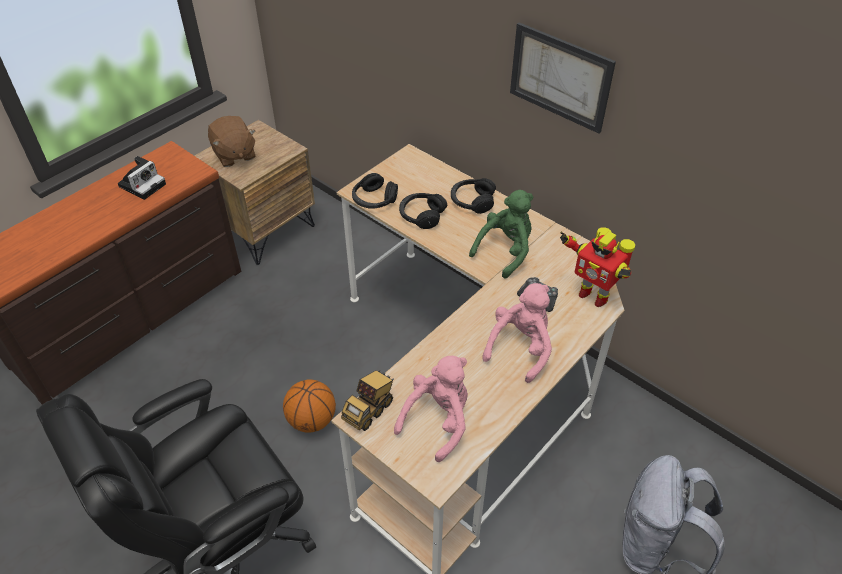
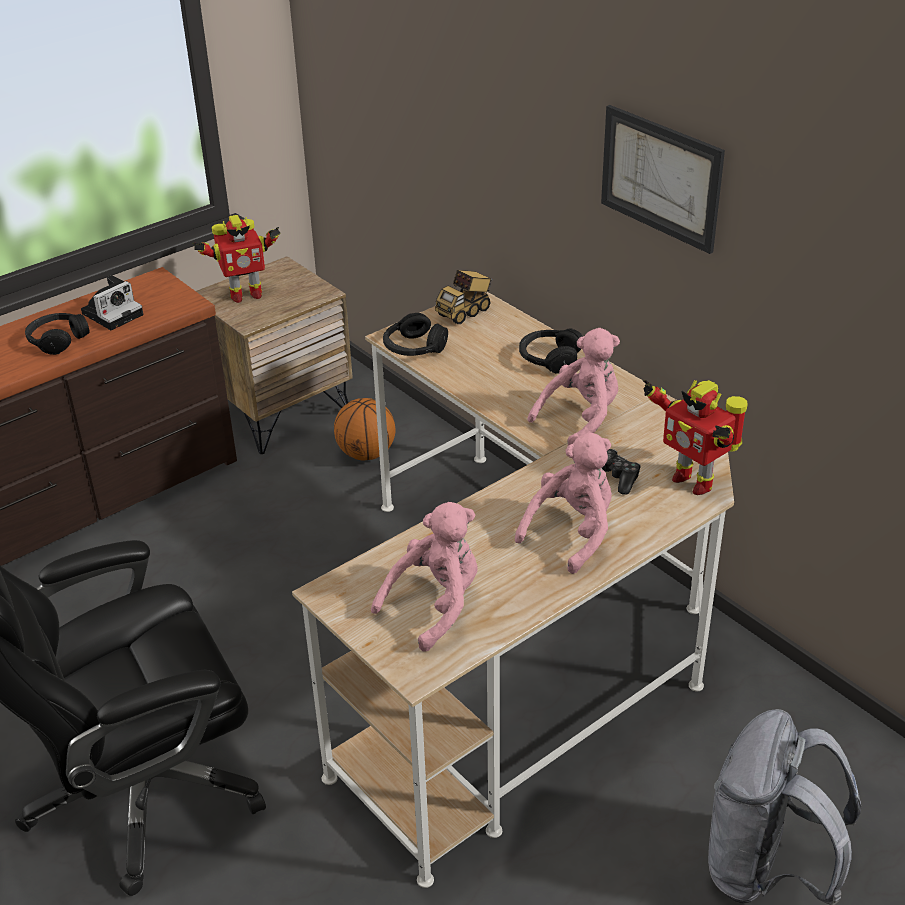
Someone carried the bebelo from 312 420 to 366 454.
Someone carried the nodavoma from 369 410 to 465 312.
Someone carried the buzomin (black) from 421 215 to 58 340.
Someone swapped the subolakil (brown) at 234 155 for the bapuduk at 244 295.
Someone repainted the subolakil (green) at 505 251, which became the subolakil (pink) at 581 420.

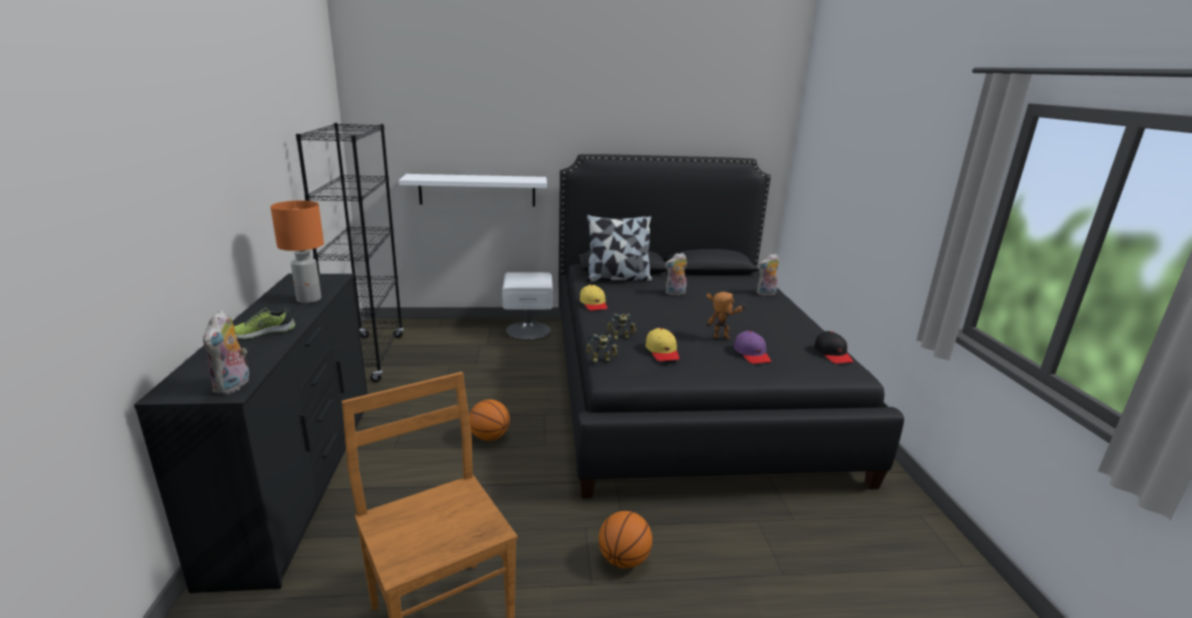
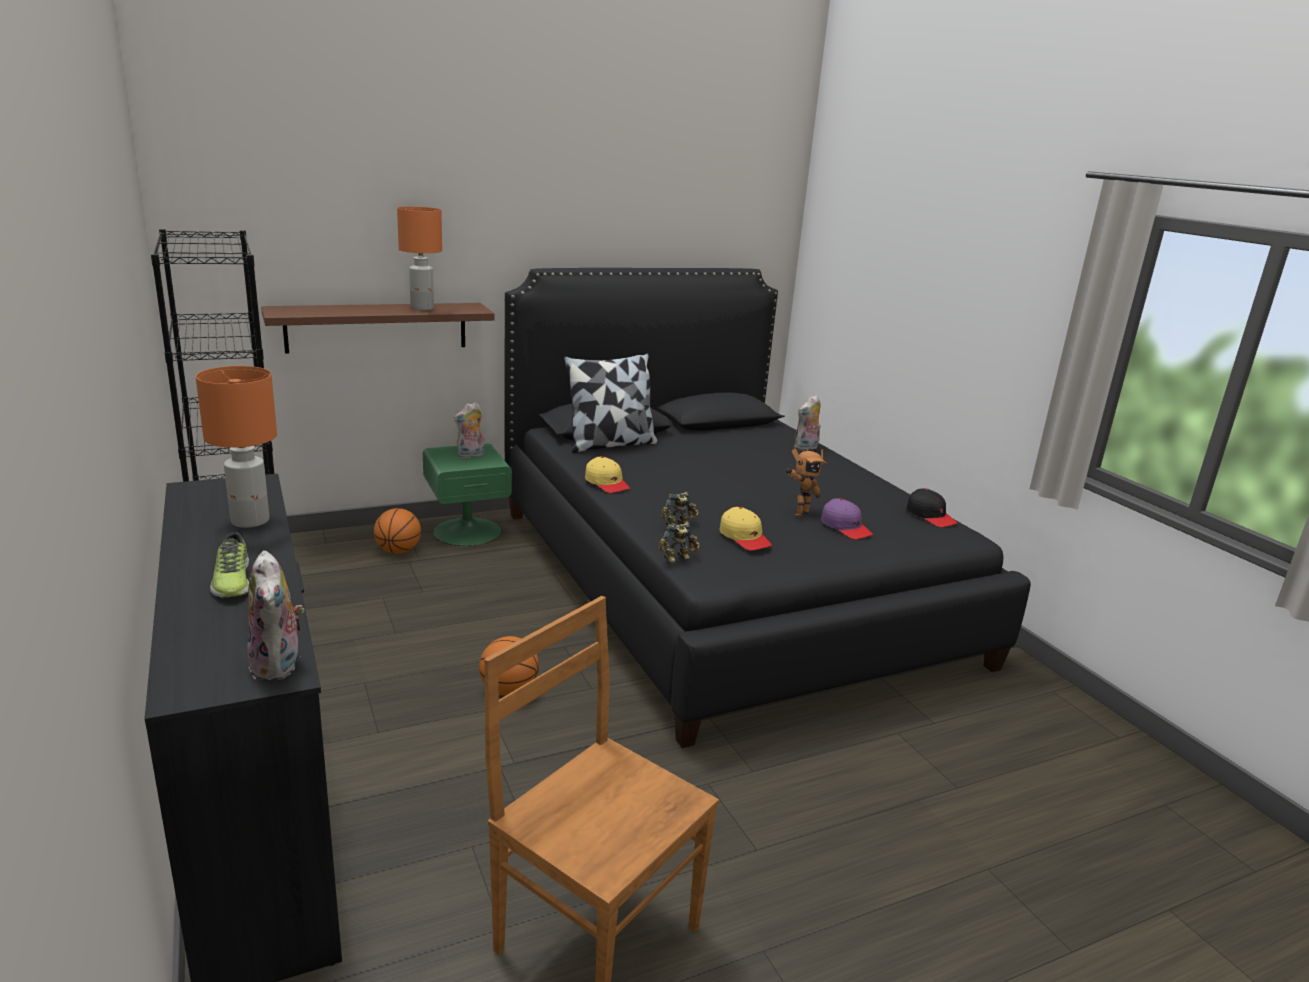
Someone put down the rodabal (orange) at 423 308.
Someone carried the bebelo from 623 559 to 398 551.
Someone carried the subolakil from 675 293 to 471 455.
Someone repainted the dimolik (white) at 477 190, which became the dimolik (brown) at 377 327.
Someone repainted the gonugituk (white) at 528 330, which became the gonugituk (green) at 467 531.
Someone rotated the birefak at 262 332 by 60 degrees counterclockwise.
Someone rotated the bapuduk at 722 339 by 150 degrees clockwise.

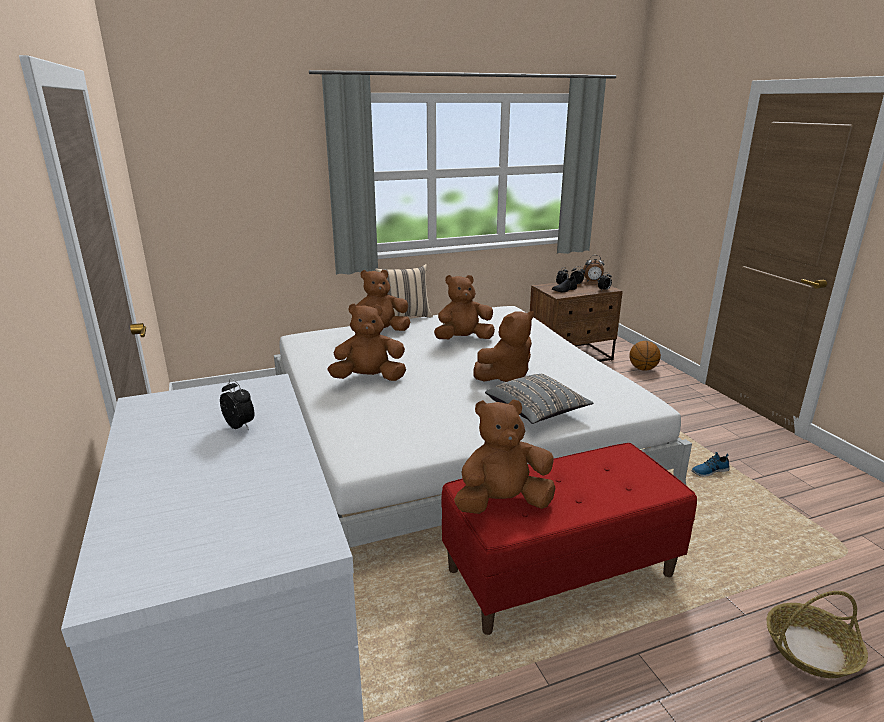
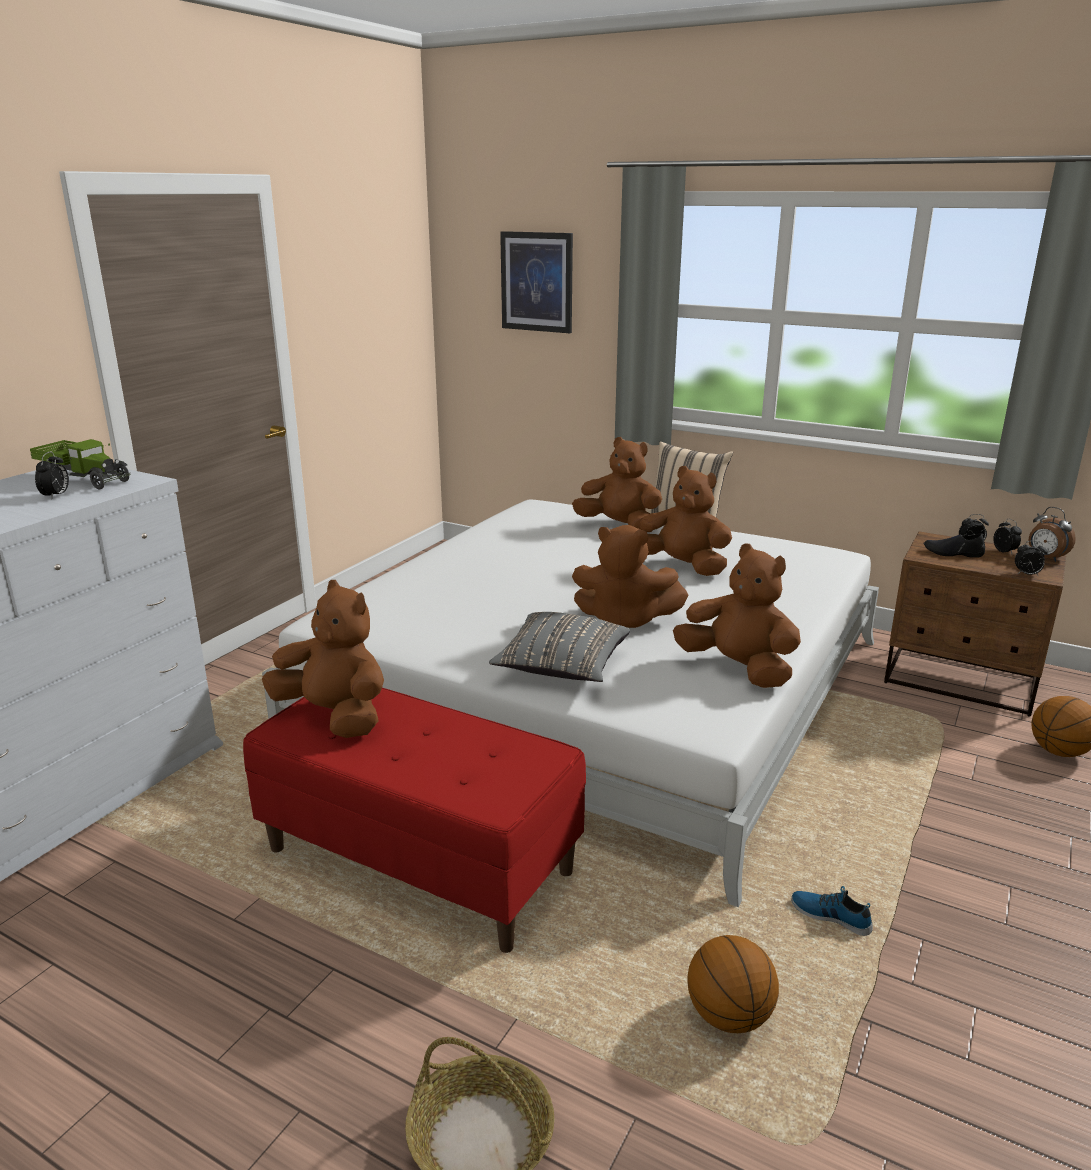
Someone put down the nodavoma at 85 479.
Someone put up the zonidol at 537 282.
Someone put down the bebelo at 729 1016.
Someone carried the subolakil (brown) from 369 378 to 738 669.

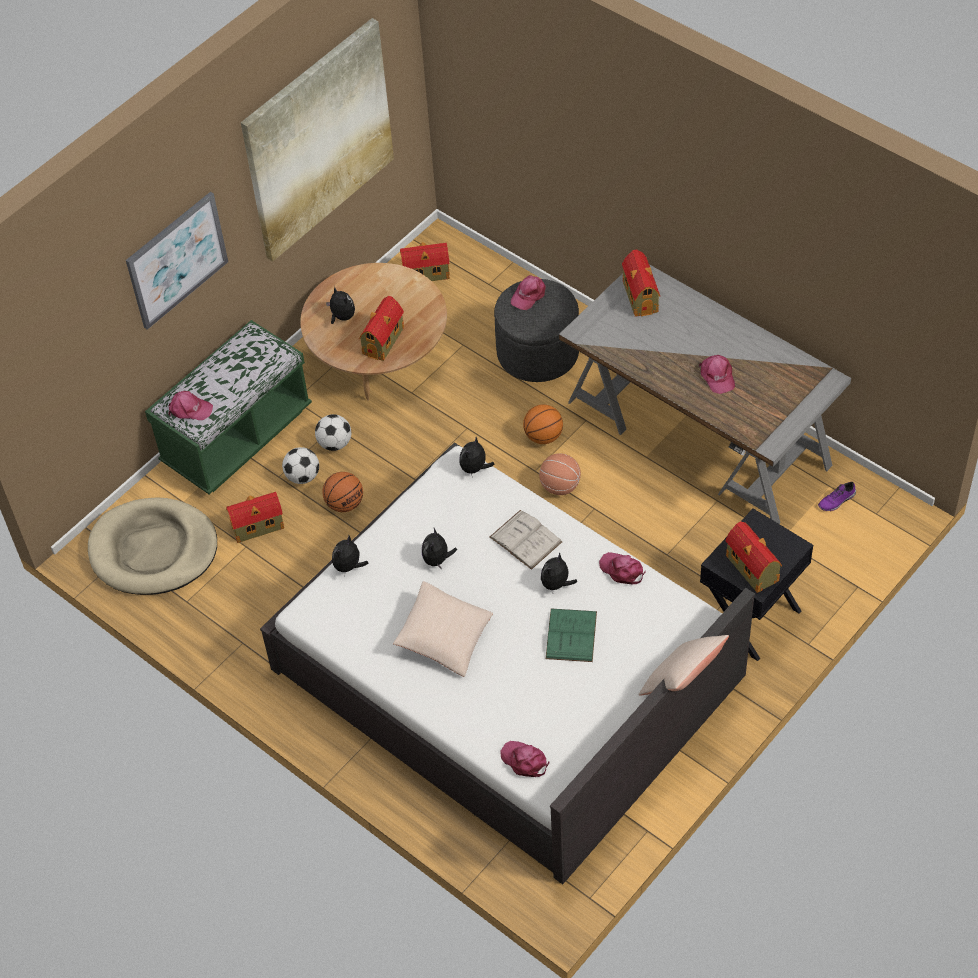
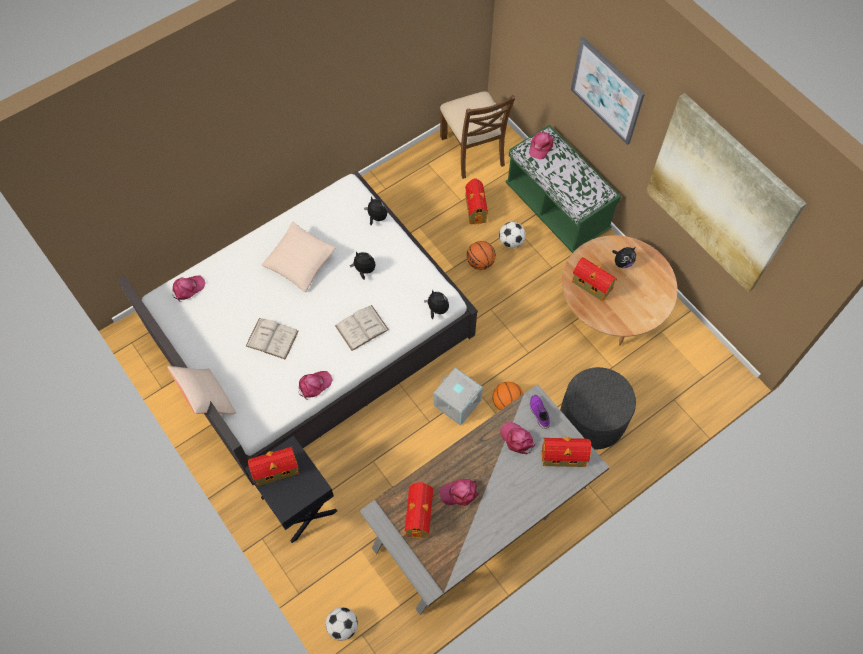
Someone took away the subolakil at 556 584.
Someone carried the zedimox from 334 443 to 342 626.
Someone carried the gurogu from 425 274 to 419 514.
Someone carried the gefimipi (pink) from 529 295 to 517 439.
Someone carried the birefak (purple) from 837 501 to 538 413.
Someone swapped the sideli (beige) at 153 550 for the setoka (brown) at 473 151.
Someone swapped the bebelo at 560 486 for the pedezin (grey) at 456 403.
Someone repainted the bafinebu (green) at 571 635, which became the bafinebu (white) at 272 338.

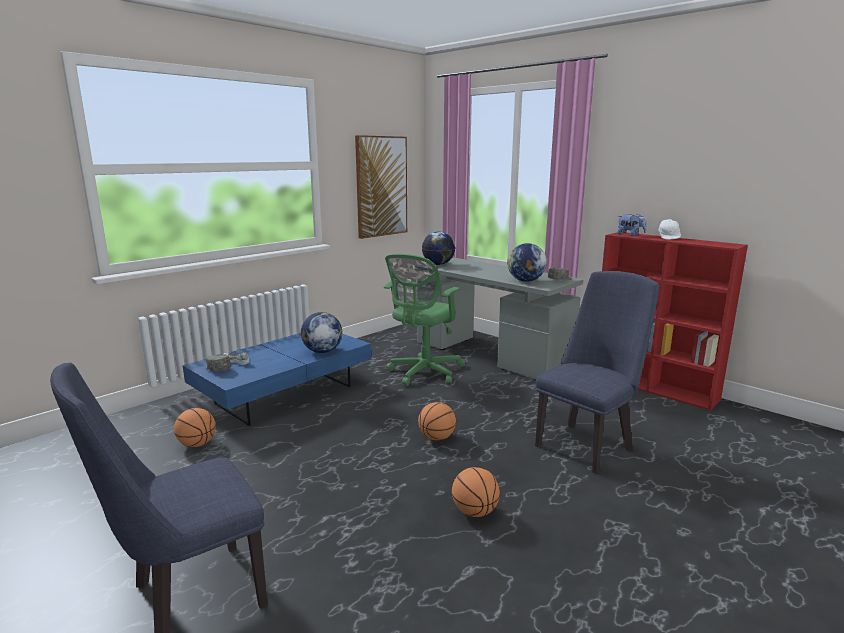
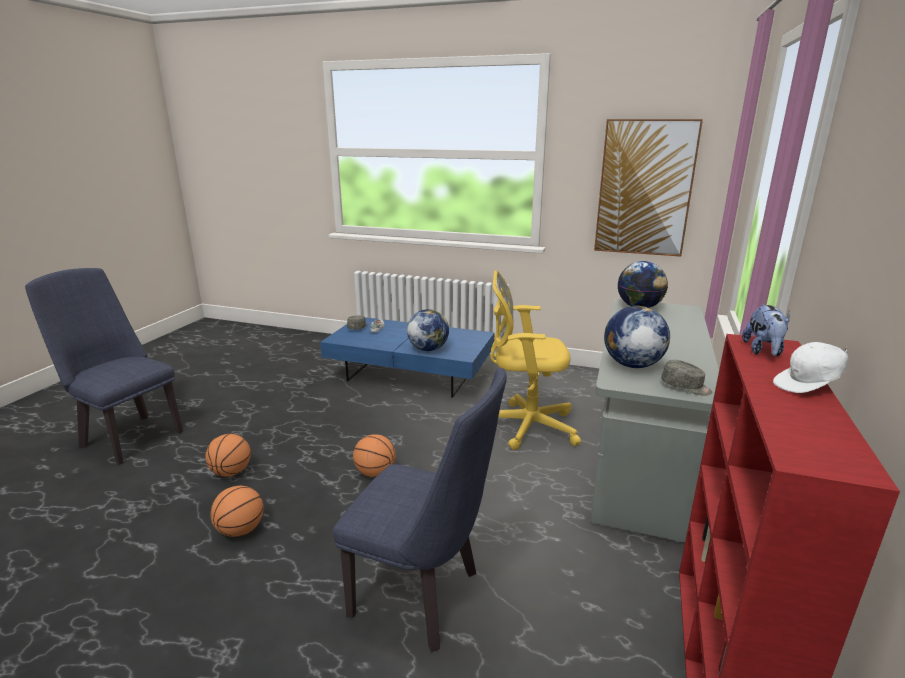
Someone carried the bebelo from 197 444 to 231 472.
Someone repainted the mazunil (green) at 423 373, which became the mazunil (yellow) at 525 426.

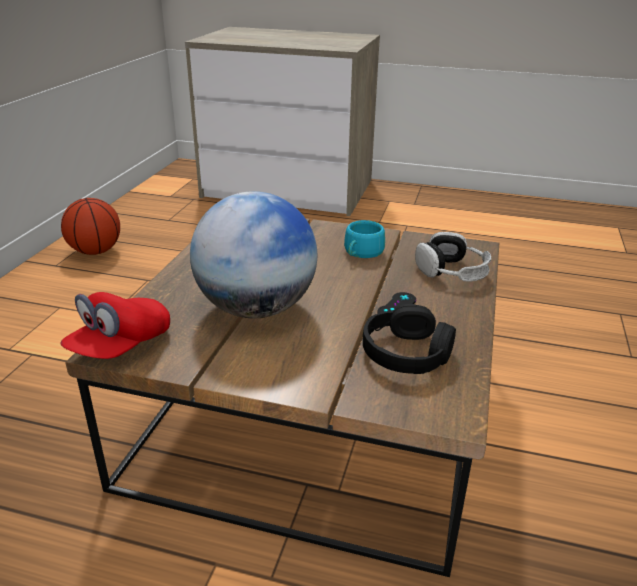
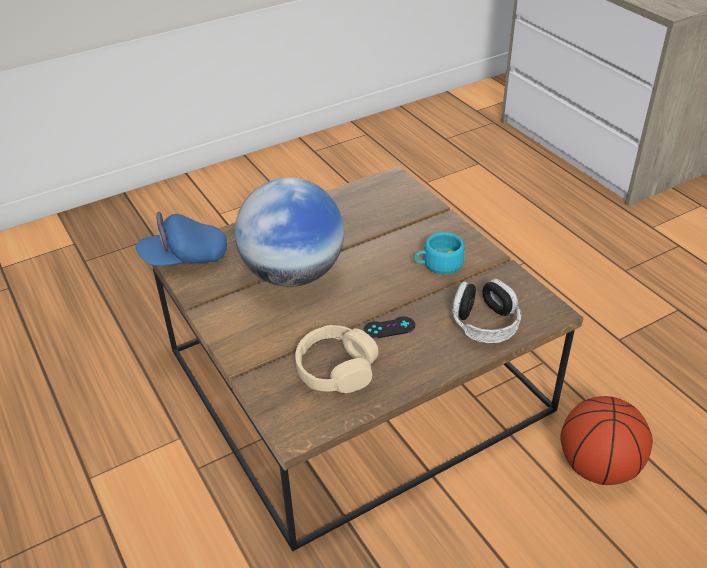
Someone carried the bebelo from 95 251 to 597 466.
Someone repainted the gefimipi (red) at 121 346, which became the gefimipi (blue) at 184 258.
Someone repainted the buzomin (black) at 406 353, which became the buzomin (beige) at 336 369.

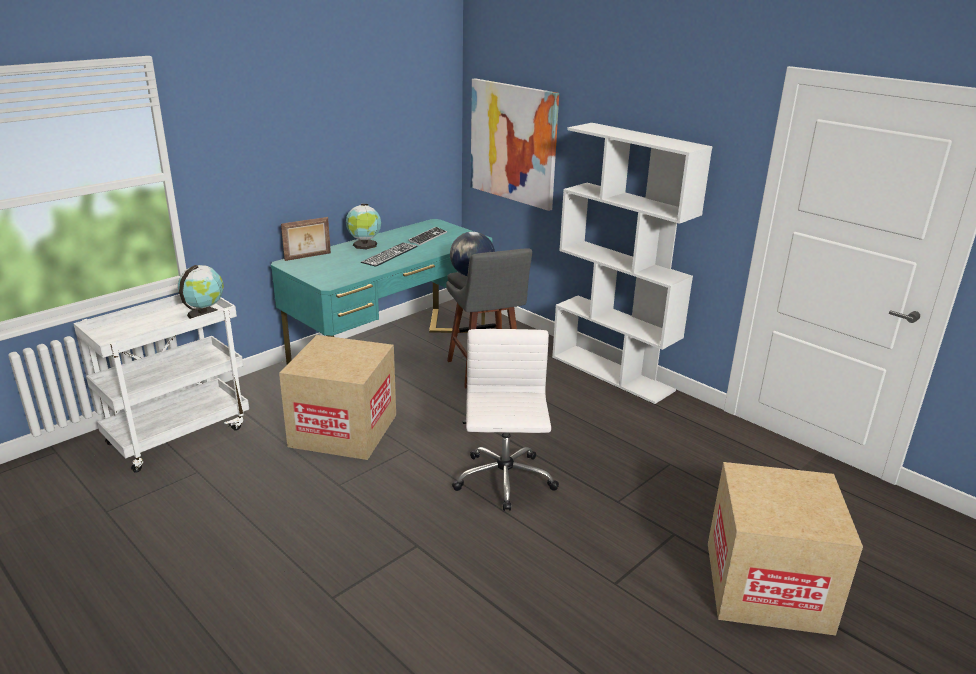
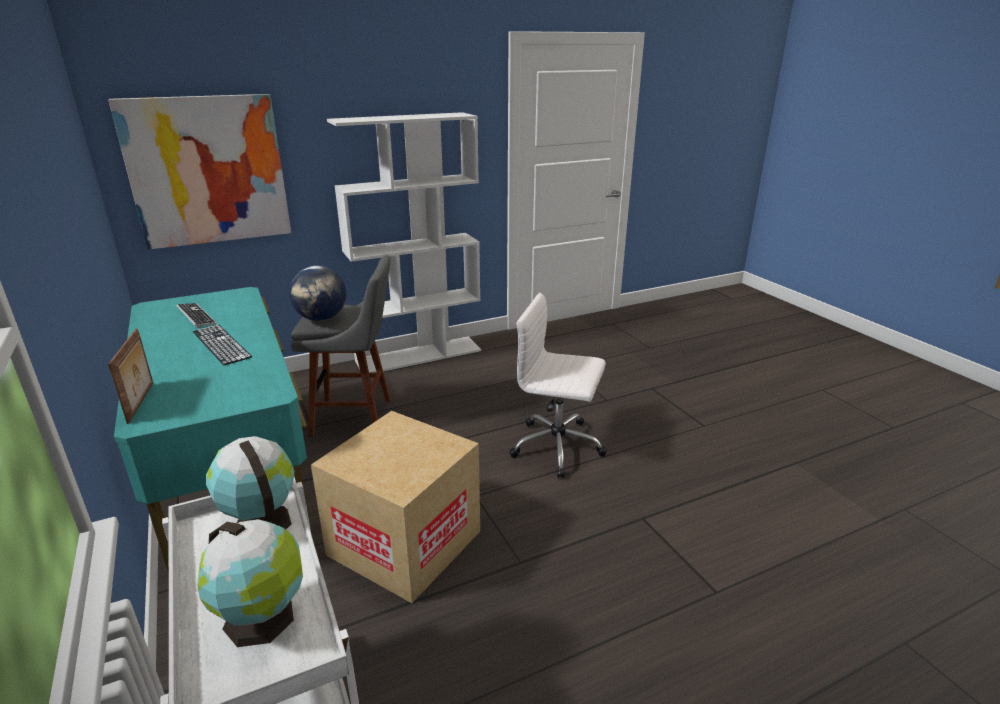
Someone took away the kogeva at 767 586.
Someone carried the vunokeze from 364 245 to 263 619.

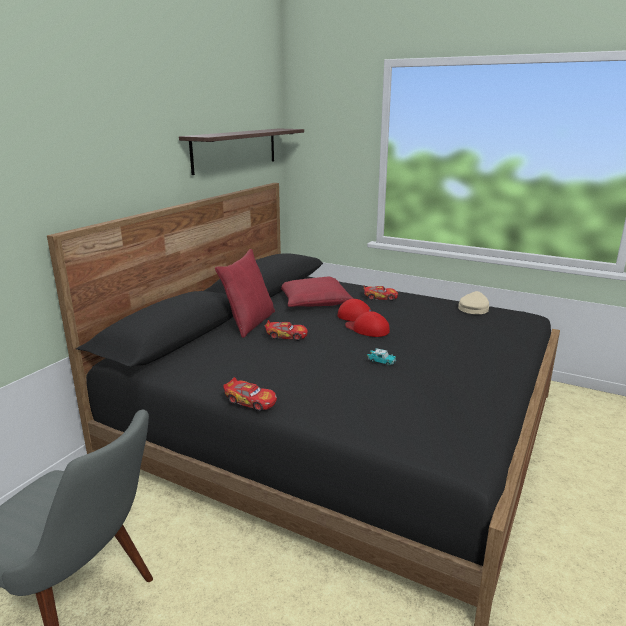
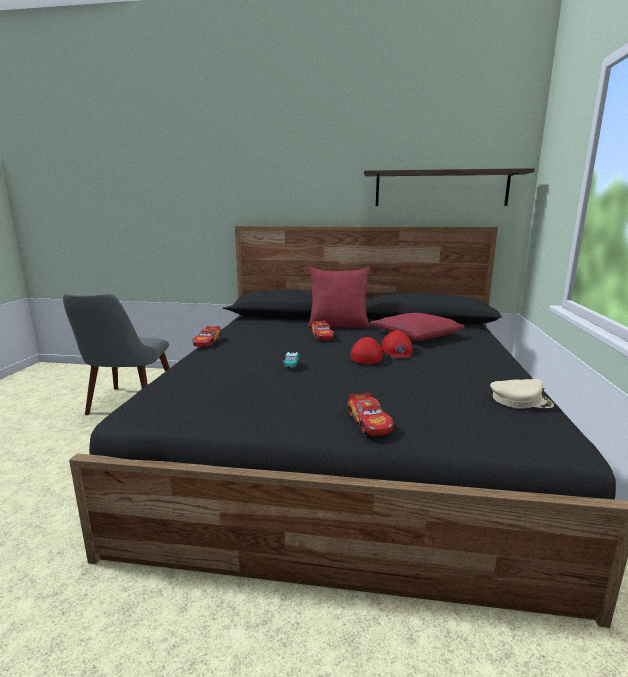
Someone carried the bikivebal from 380 297 to 369 422.

